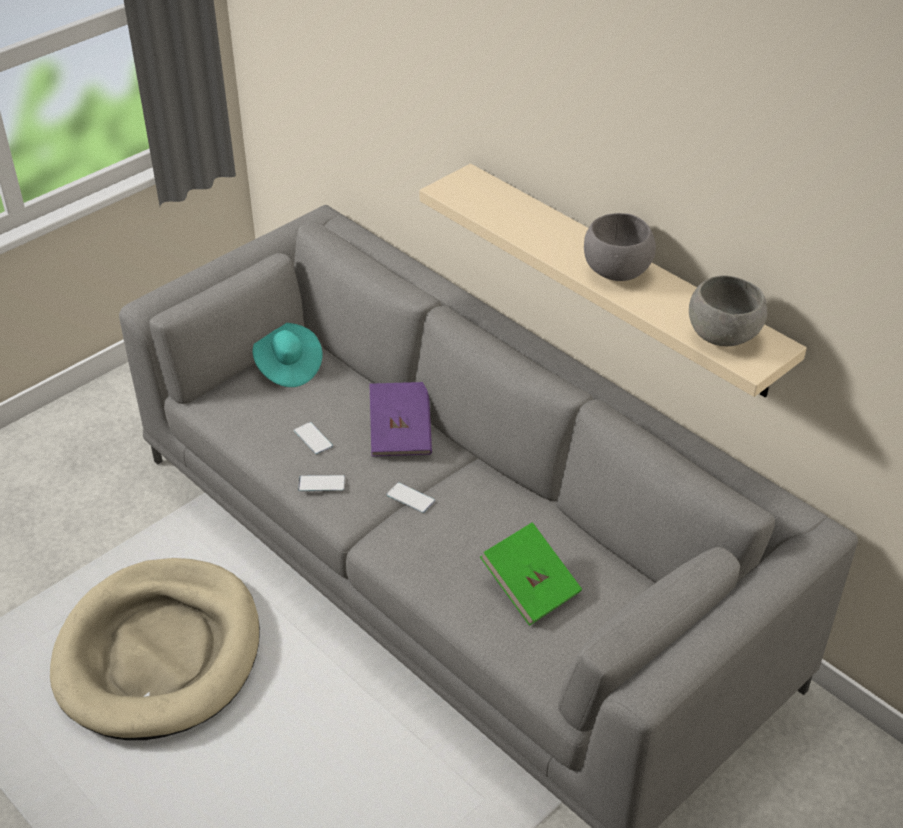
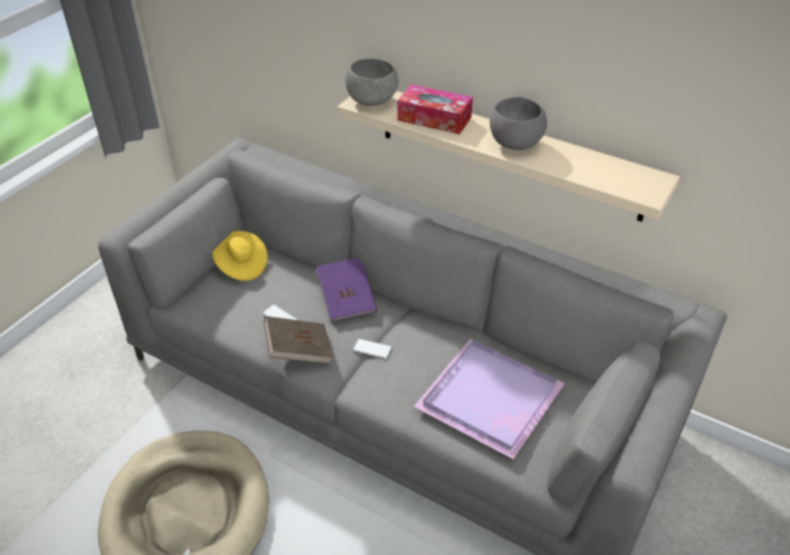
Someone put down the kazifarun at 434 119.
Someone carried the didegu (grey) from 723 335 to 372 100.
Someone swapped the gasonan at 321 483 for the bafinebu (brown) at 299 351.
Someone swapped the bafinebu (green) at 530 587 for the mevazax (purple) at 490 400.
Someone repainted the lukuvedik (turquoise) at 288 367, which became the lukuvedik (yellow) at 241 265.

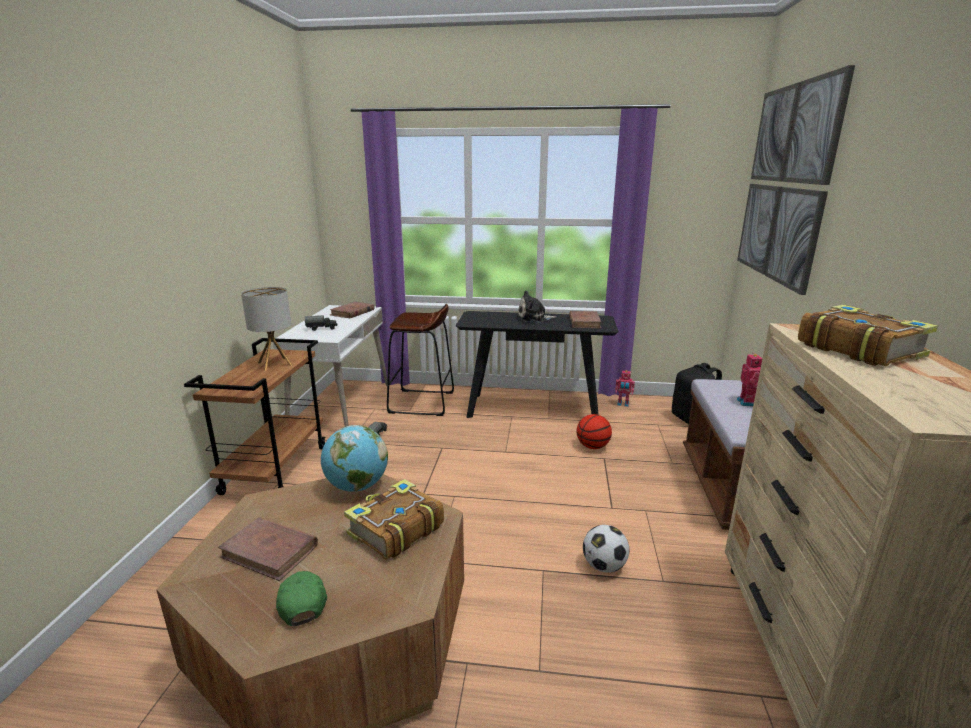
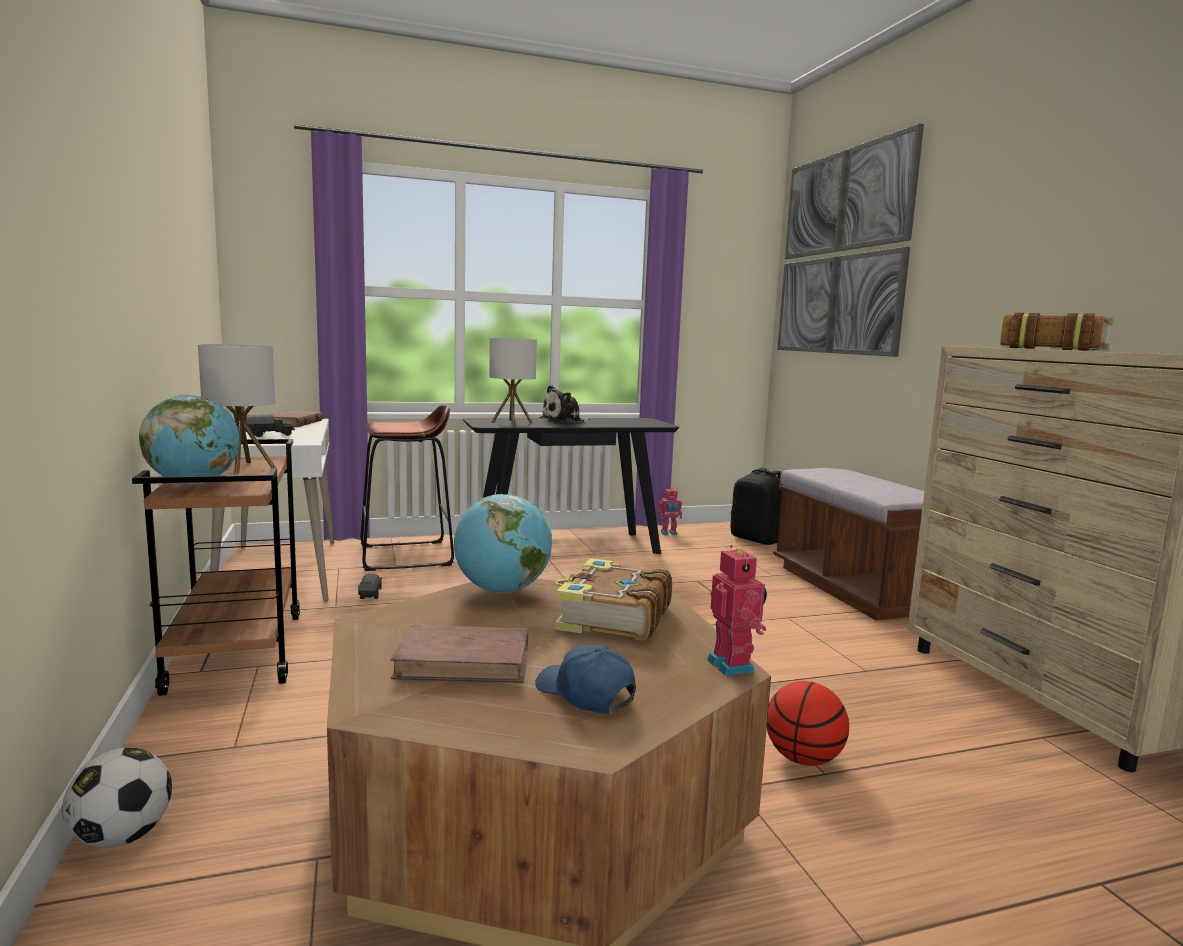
Someone took away the bafinebu (brown) at 584 322.
Someone put down the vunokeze at 194 483.
Someone put down the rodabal at 511 423.
Someone carried the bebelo from 592 446 to 803 759.
Someone carried the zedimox from 604 566 to 122 837.
Someone carried the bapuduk from 747 402 to 733 665.
Someone repainted the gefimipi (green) at 302 602, which became the gefimipi (blue) at 585 694.

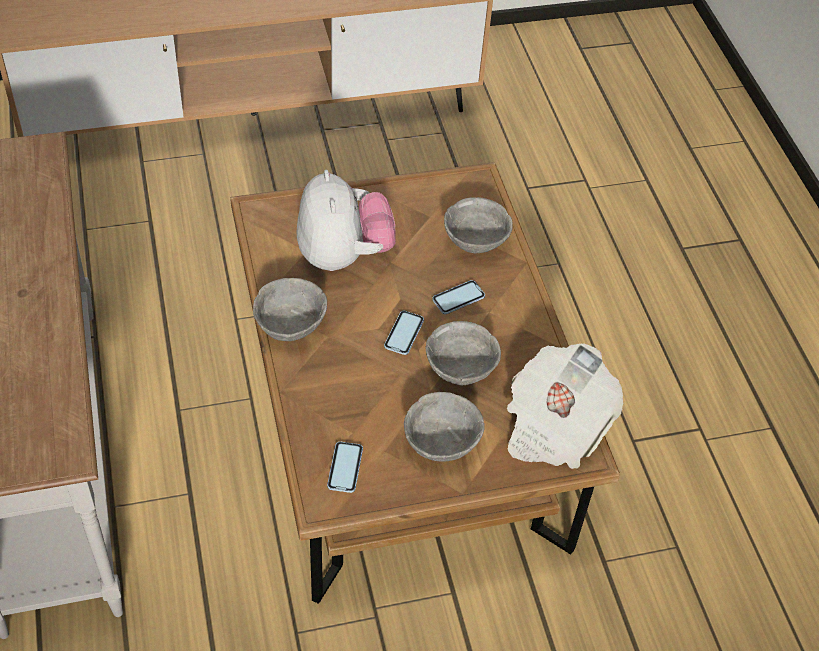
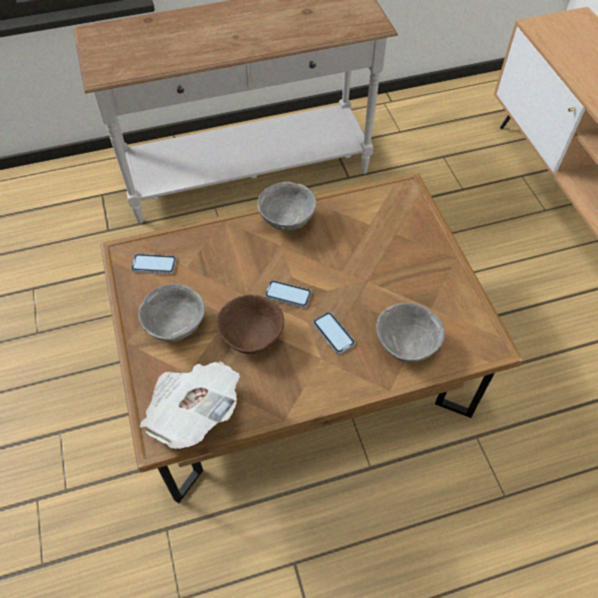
Someone took away the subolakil at 343 255.
Someone repainted the didegu (grey) at 459 370, which became the didegu (brown) at 251 337.

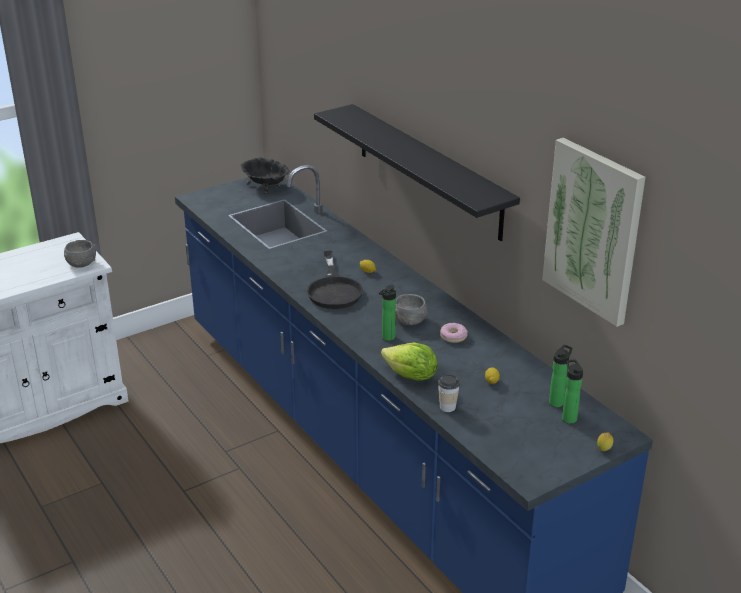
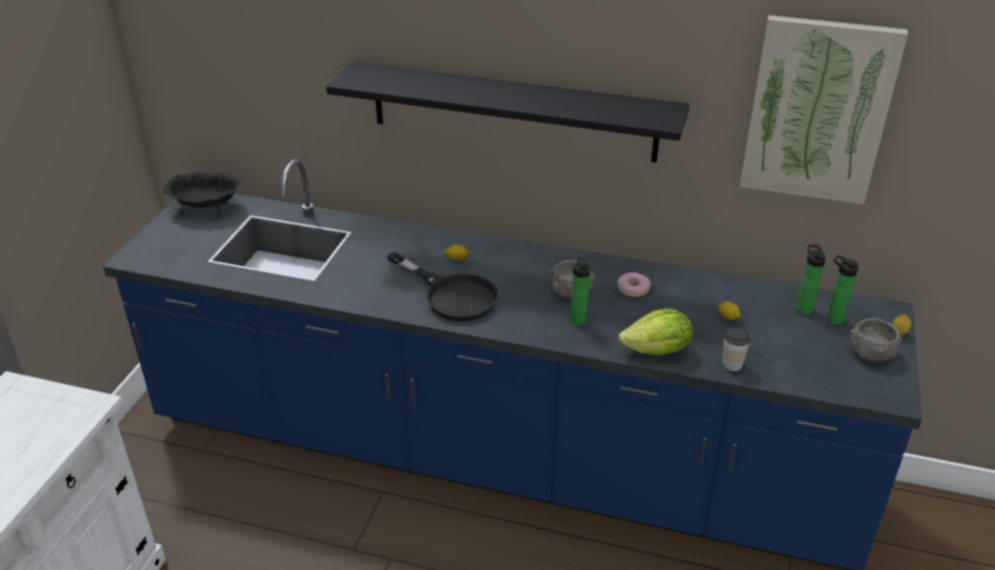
Someone carried the didegu (grey) from 81 263 to 871 353.

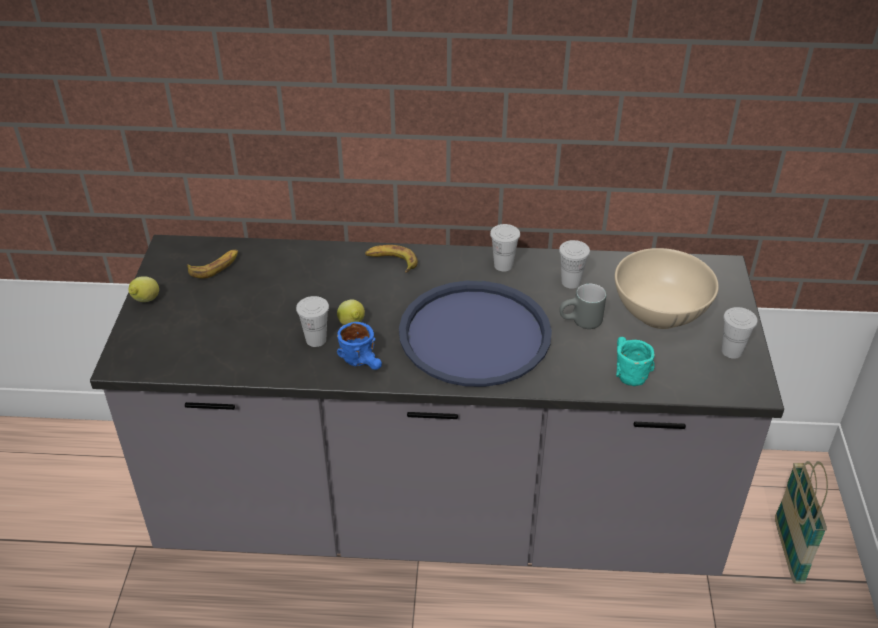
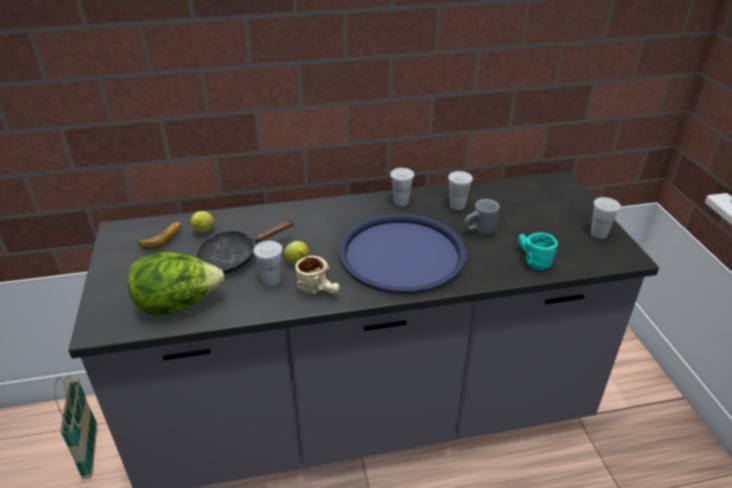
Someone took away the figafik at 391 262.
Someone took away the didegu (beige) at 659 313.
Someone put down the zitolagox at 178 304.
Someone put down the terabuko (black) at 234 257.
Someone carried the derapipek from 145 301 to 203 232.
Someone carried the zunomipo from 788 551 to 90 451.
Someone repainted the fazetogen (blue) at 365 362, which became the fazetogen (beige) at 320 290.

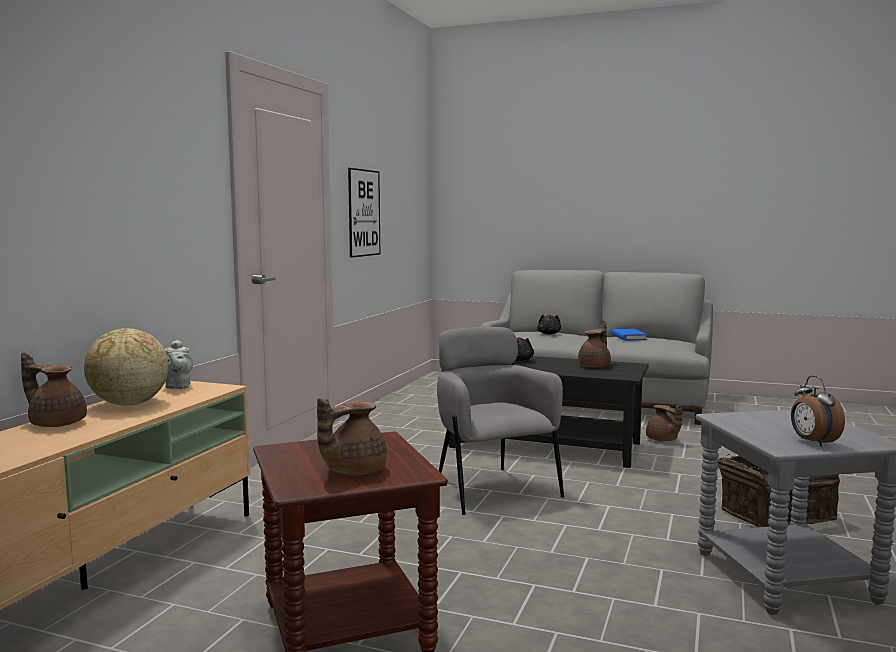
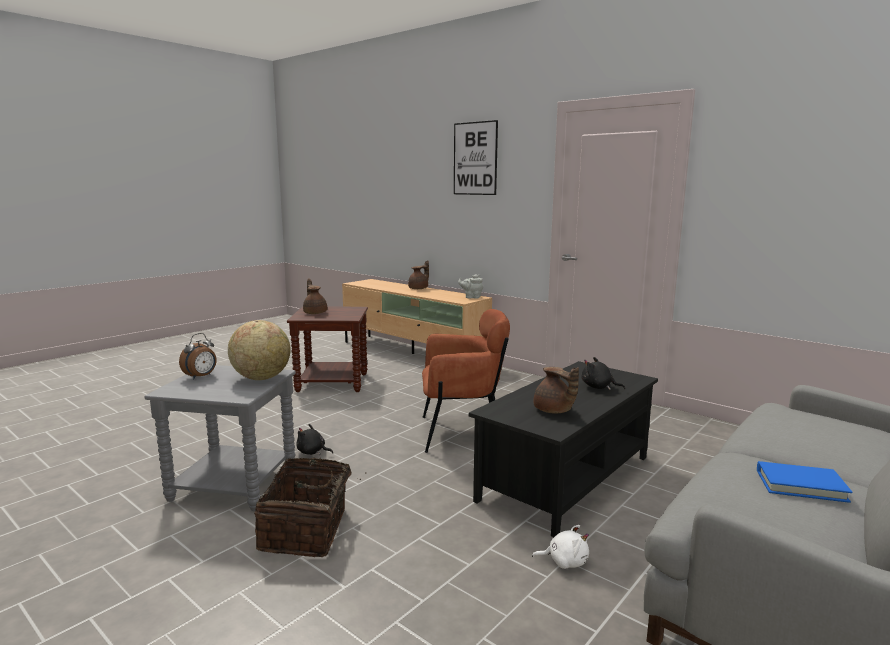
Someone carried the vunokeze from 129 404 to 261 378.
Someone carried the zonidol from 364 213 to 475 158.
Someone carried the subolakil (black) from 549 334 to 312 452.
Someone swapped the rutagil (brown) at 662 440 for the subolakil (white) at 564 561.
Someone repainted the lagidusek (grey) at 491 489, which became the lagidusek (brown) at 461 433.
Someone rotated the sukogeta at 812 442 by 120 degrees clockwise.

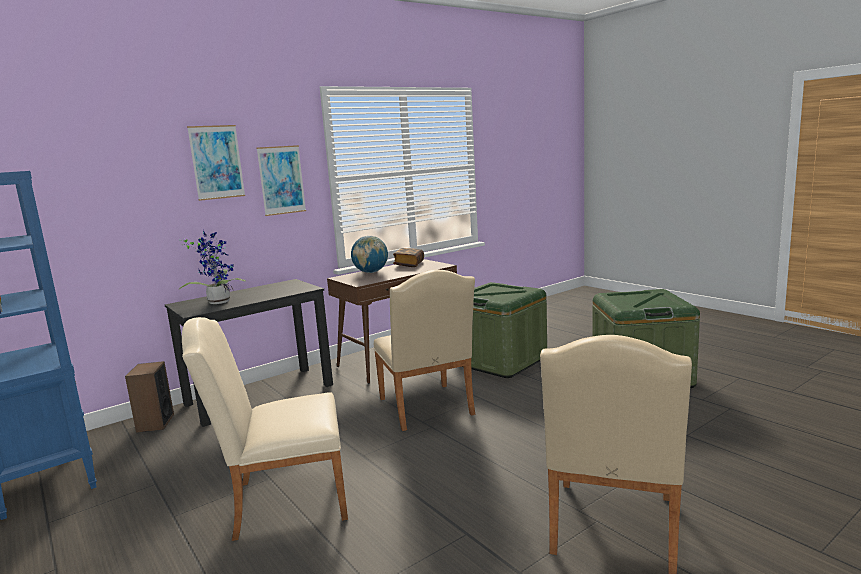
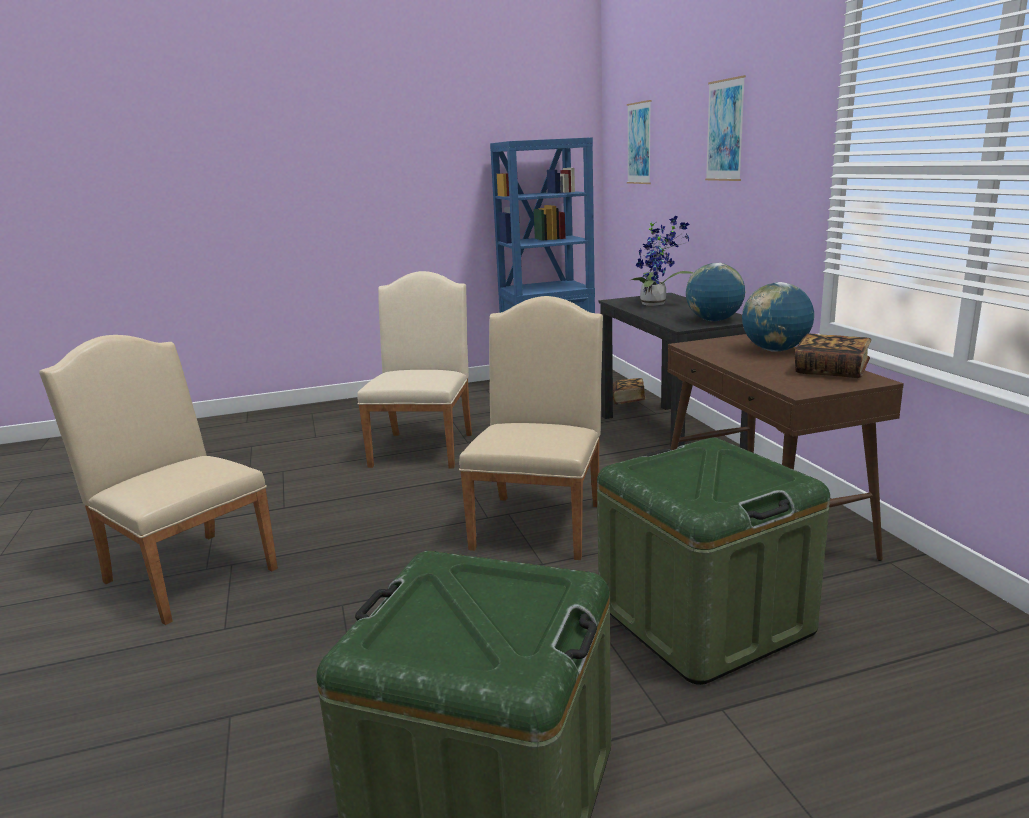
Someone put down the vunokeze at 714 320.
Someone carried the zonidol from 281 180 to 639 143.
Someone swapped the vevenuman at 155 423 for the bafinebu at 628 400.
Someone rotated the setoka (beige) at 427 409 by 105 degrees clockwise.

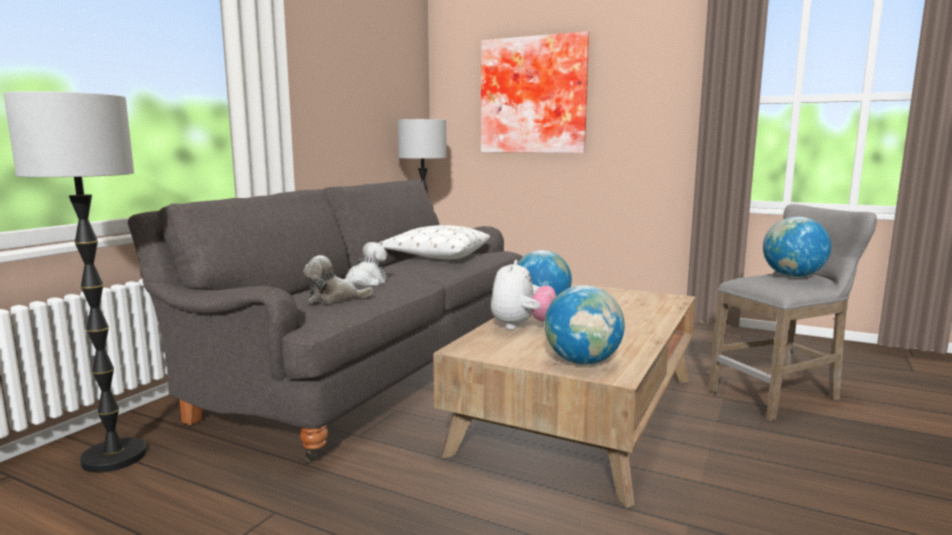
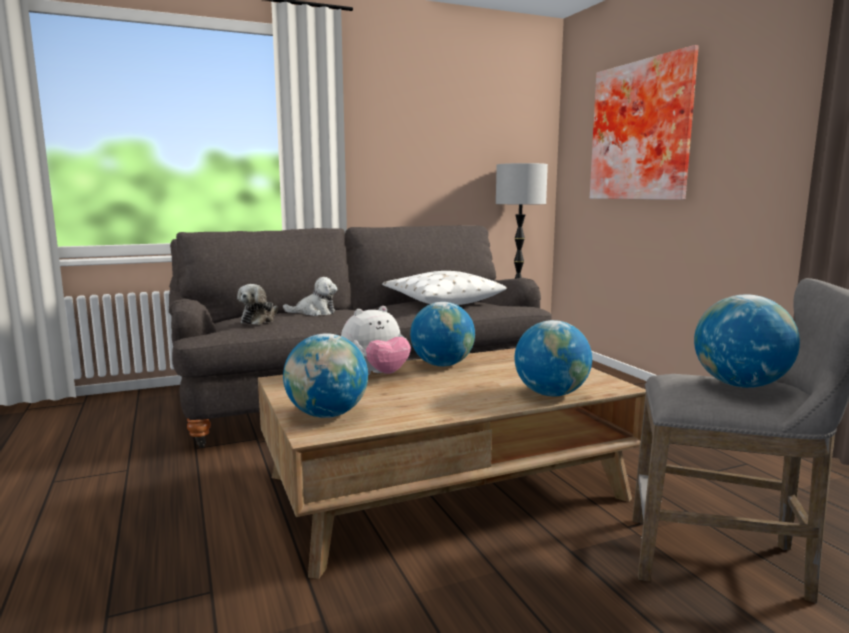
Someone took away the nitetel at 114 457.
Someone put down the vunokeze at 551 394.
Someone rotated the subolakil at 334 298 by 105 degrees counterclockwise.

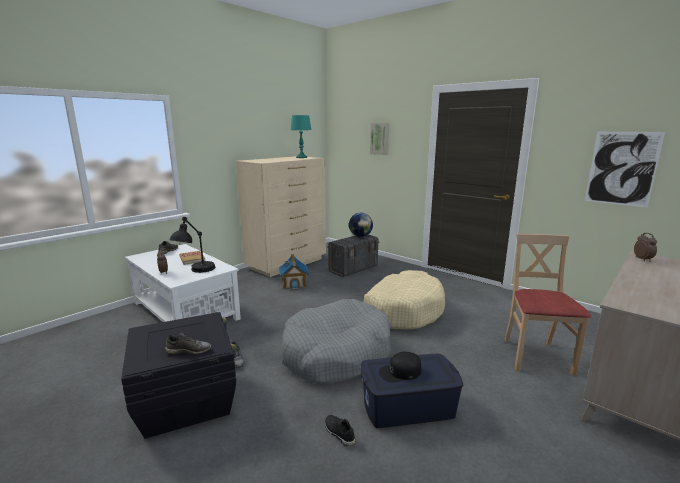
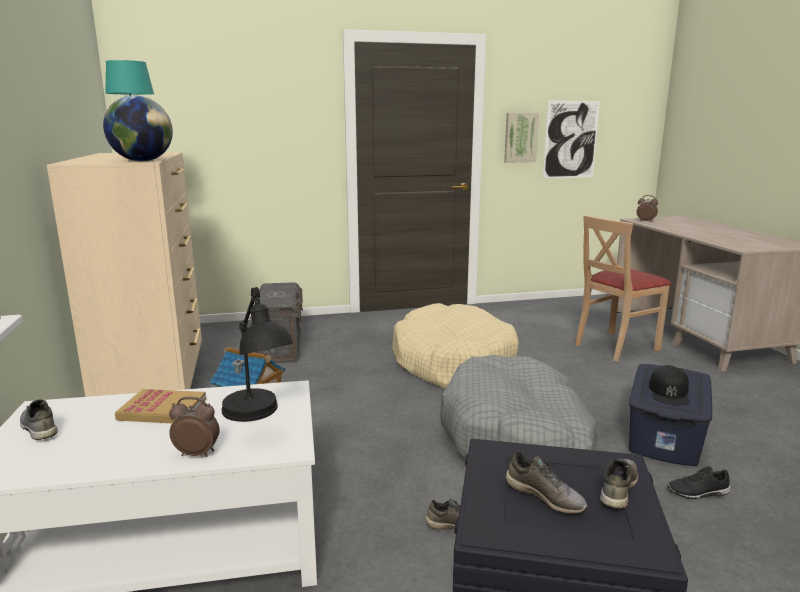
Someone put down the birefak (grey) at 545 496.
Someone carried the vunokeze from 360 236 to 142 161.
Someone carried the zonidol from 380 138 to 520 137.
Someone rotated the setoka (beige) at 536 356 by 75 degrees counterclockwise.

